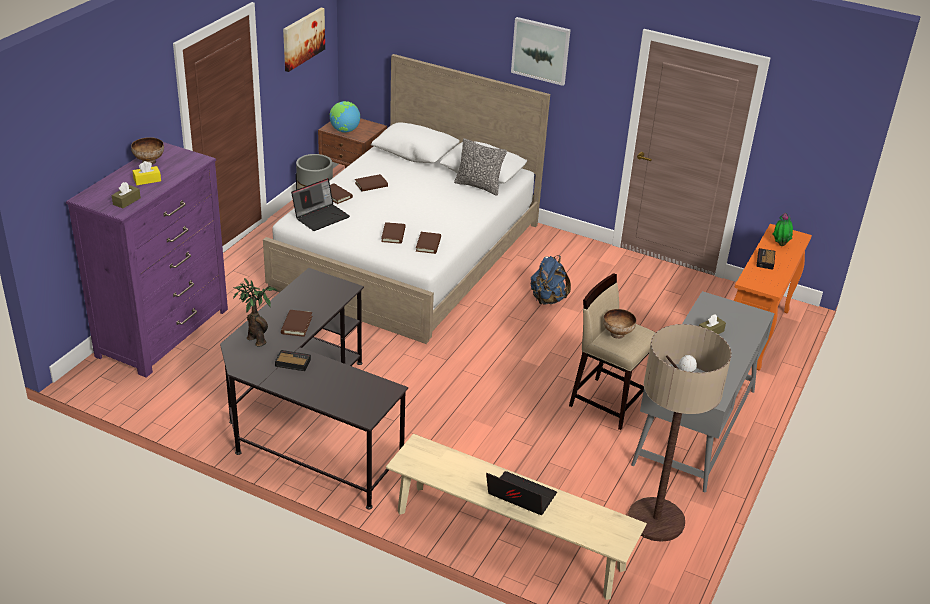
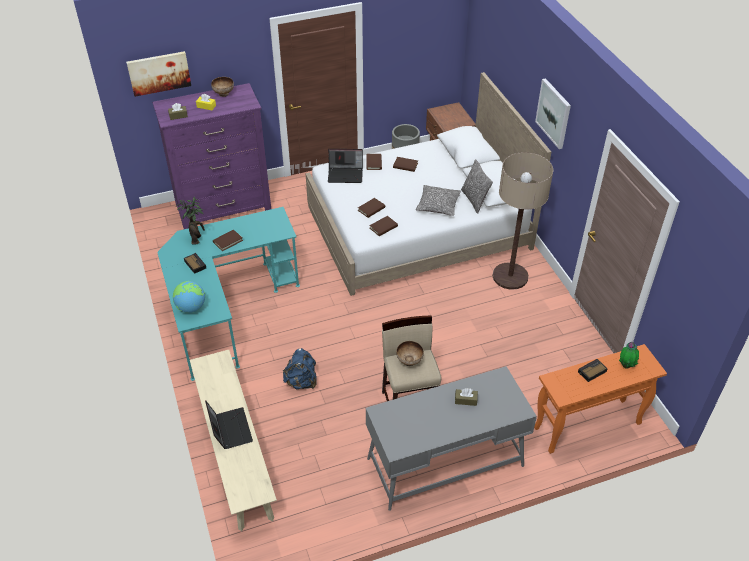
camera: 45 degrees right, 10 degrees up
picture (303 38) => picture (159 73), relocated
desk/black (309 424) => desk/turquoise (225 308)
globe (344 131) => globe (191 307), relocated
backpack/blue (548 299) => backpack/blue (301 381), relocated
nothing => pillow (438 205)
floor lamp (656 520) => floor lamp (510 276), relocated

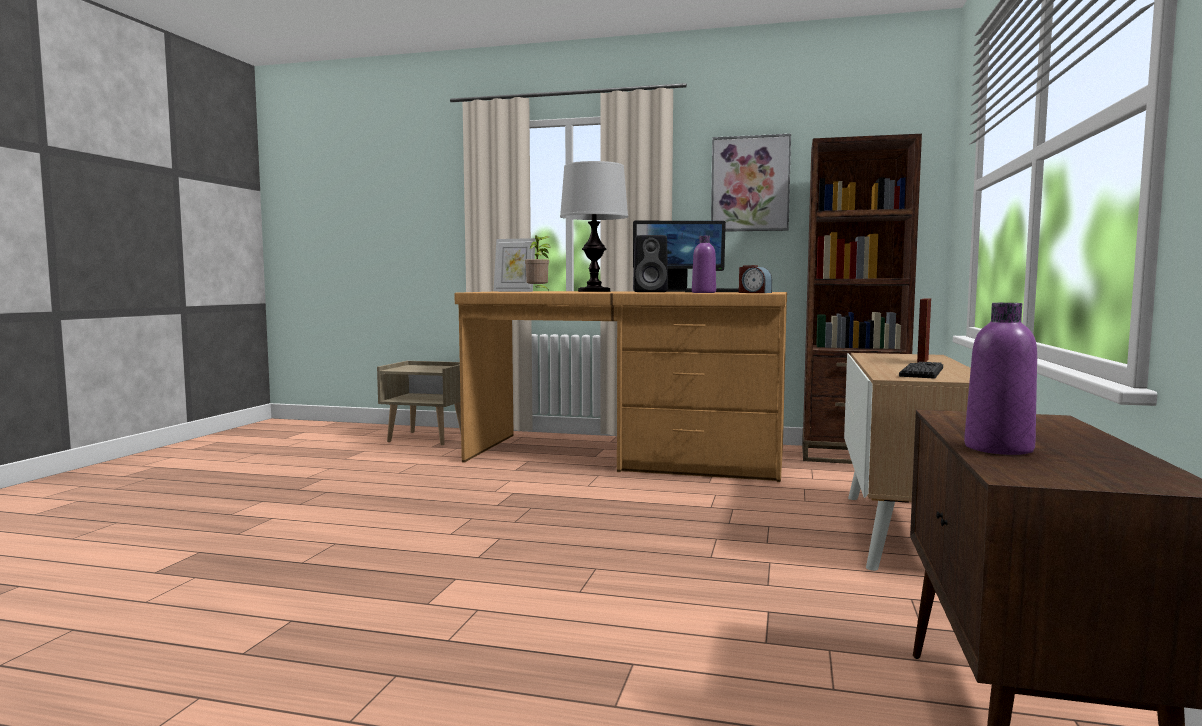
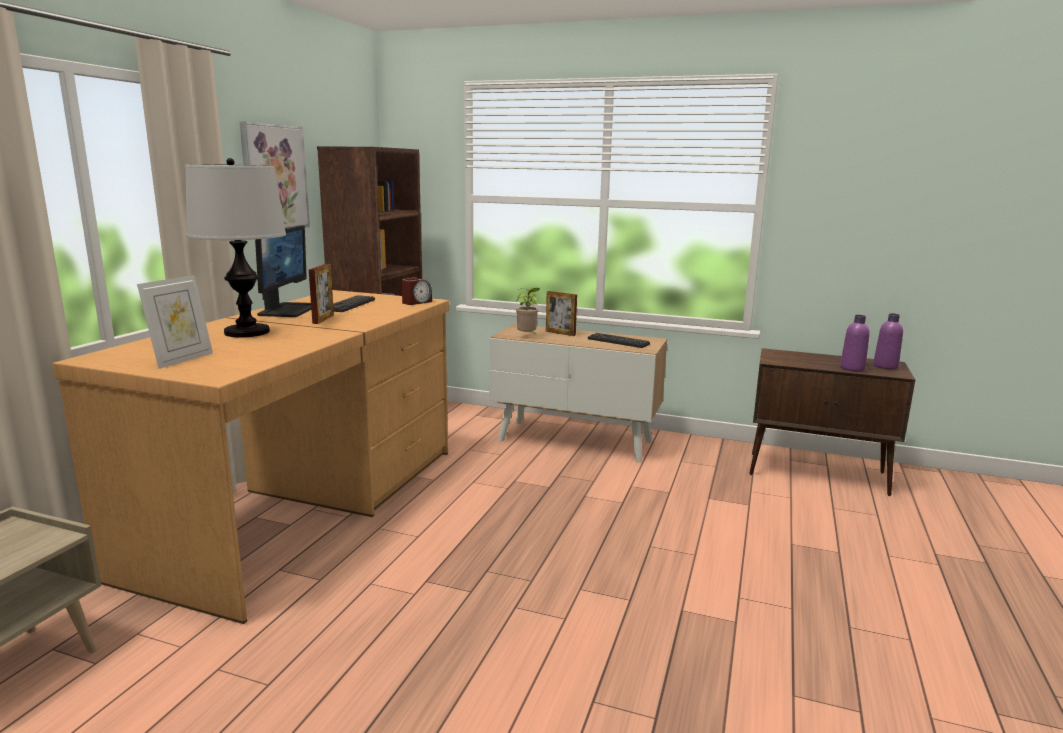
camera: 85 degrees left, 10 degrees up
speaker/black (651 292) => picture frame (323 319)
potted plant (538 292) => potted plant (527 337), relocated
bottle/purple (703 292) => bottle/purple (885 366), relocated

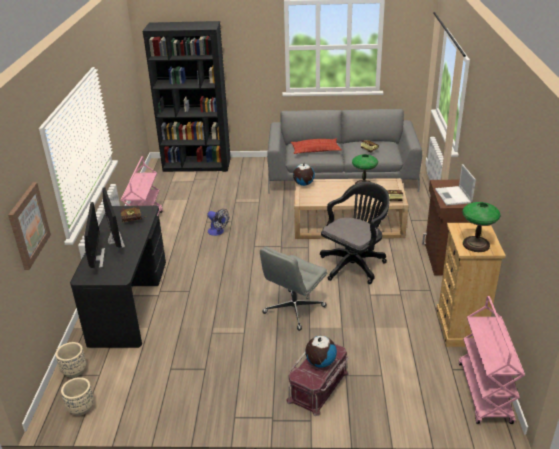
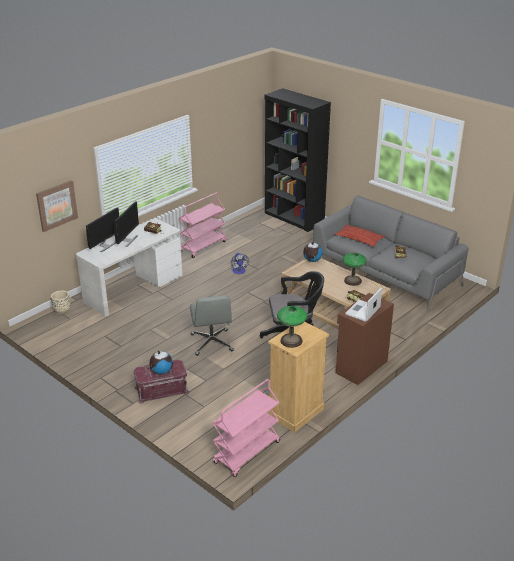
camera: 40 degrees right, 0 degrees up
desk/black (129 301) => desk/white (133 288)
office chair/grey (294 310) => office chair/grey (212 343), 90 degrees counterclockwise
planter/beige (81 408) => nothing

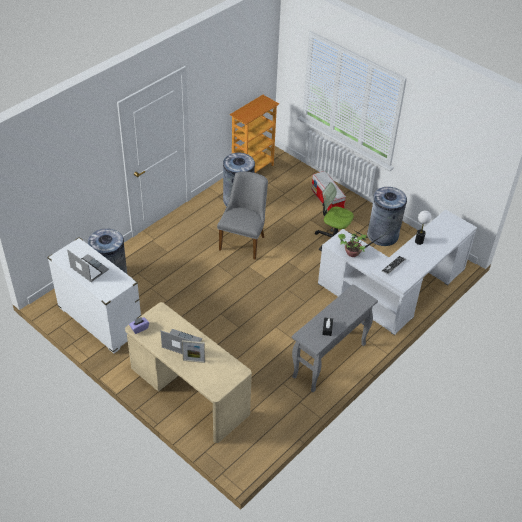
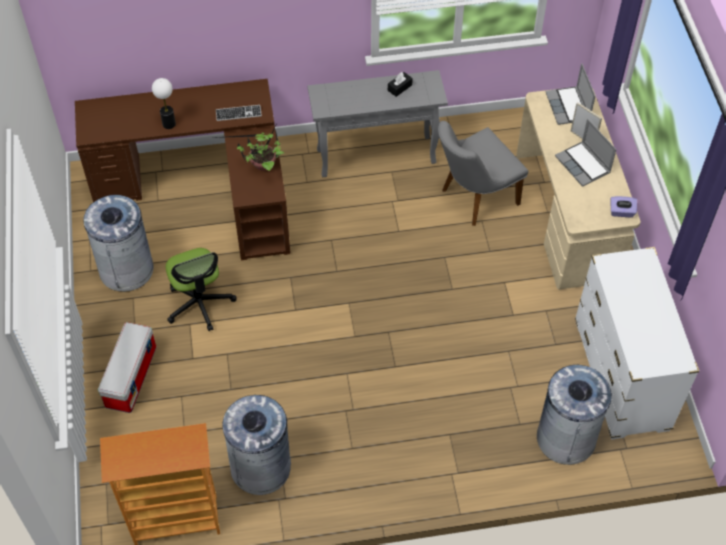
camera: 140 degrees left, 10 degrees up
desk/white (395 291) => desk/brown (207 186)
chair/grey (244 240) => chair/grey (473 198), relocated
laptop (88 269) => laptop (568 107), relocated

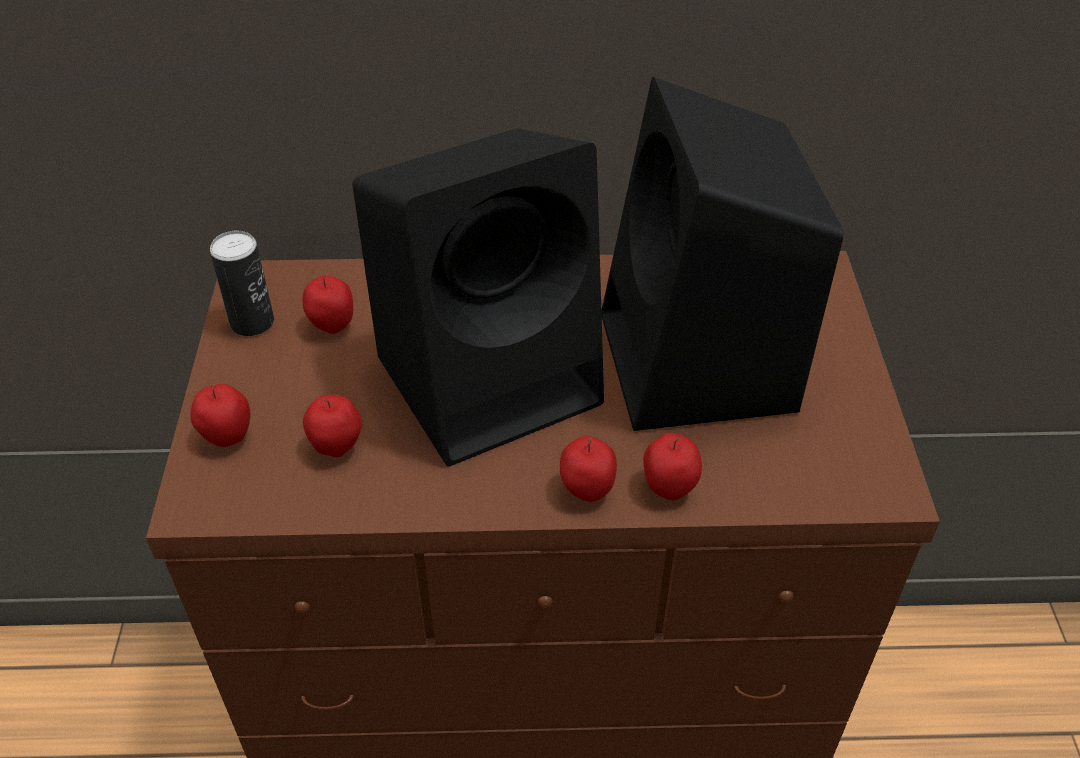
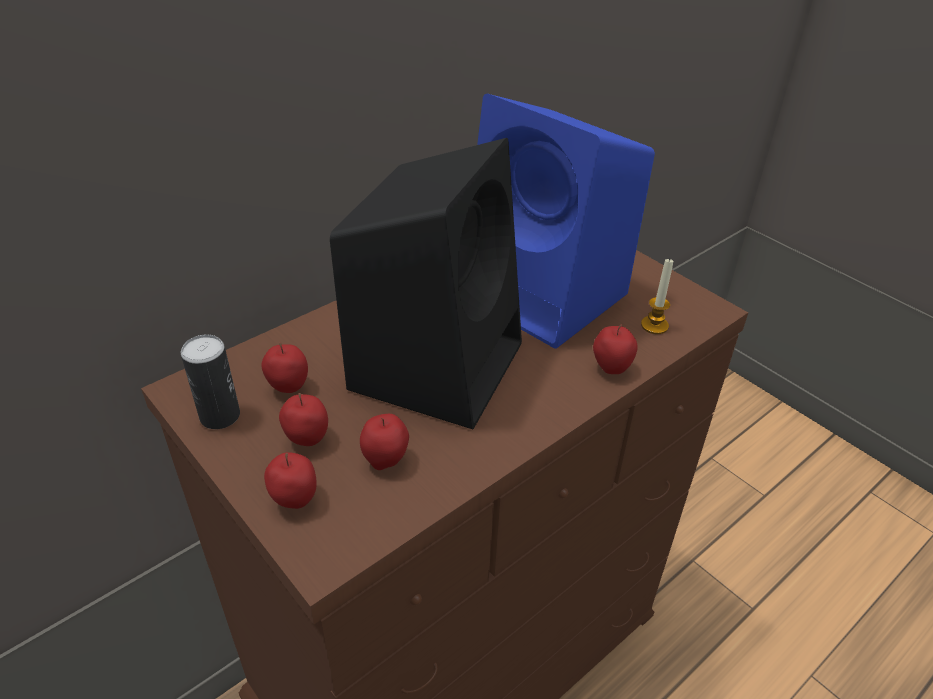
camera: 40 degrees left, 5 degrees down
apple (587 492) => apple (307 440), relocated
speaker/black (699 365) => speaker/blue (548 296)
nothing => candle (654 325)

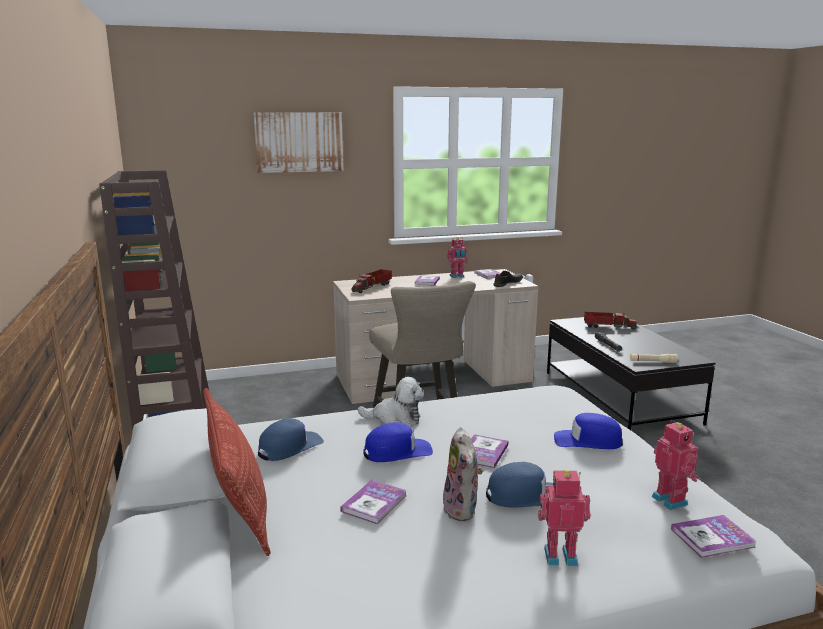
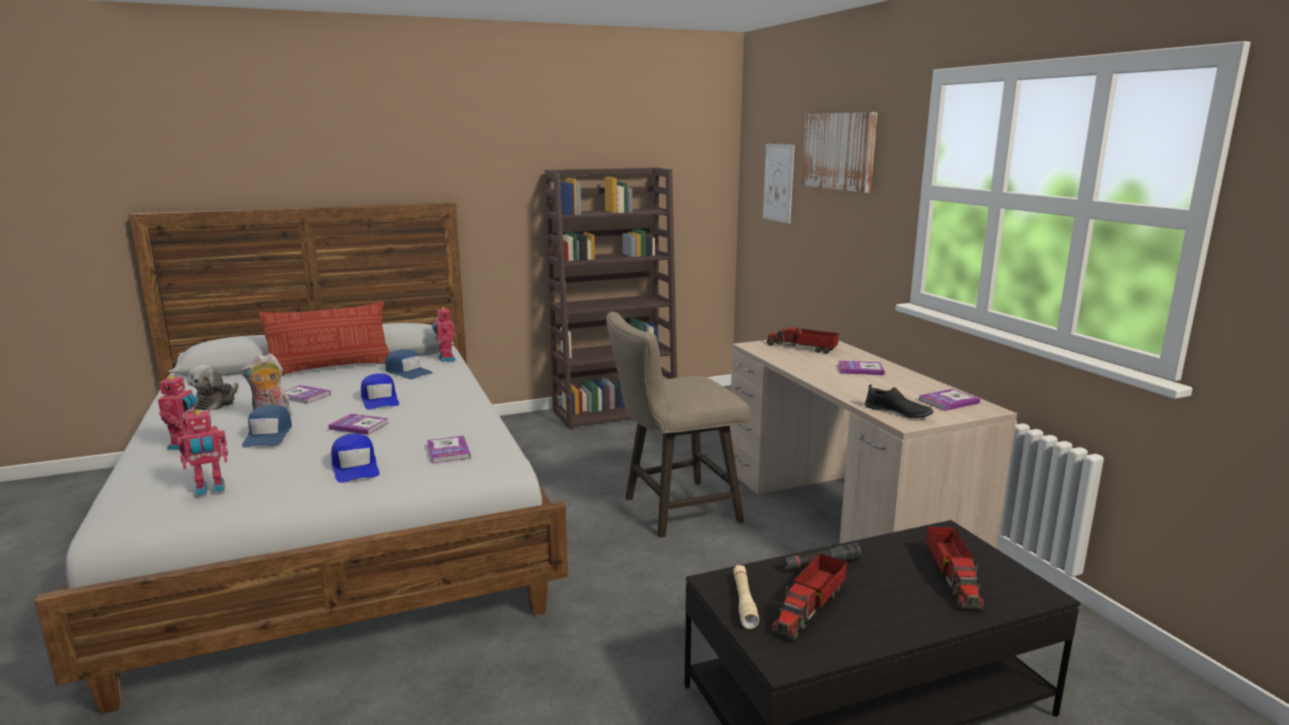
camera: 85 degrees right, 0 degrees up
plush toy (395 419) => plush toy (217 402), relocated
cap/blue (587 441) => cap/blue (355 467), 150 degrees clockwise
book (712 538) => book (448 451), relocated
toy robot (457 276) => toy robot (445 359), relocated
nothing => picture (778 183)
nothing => toy truck (809 608)

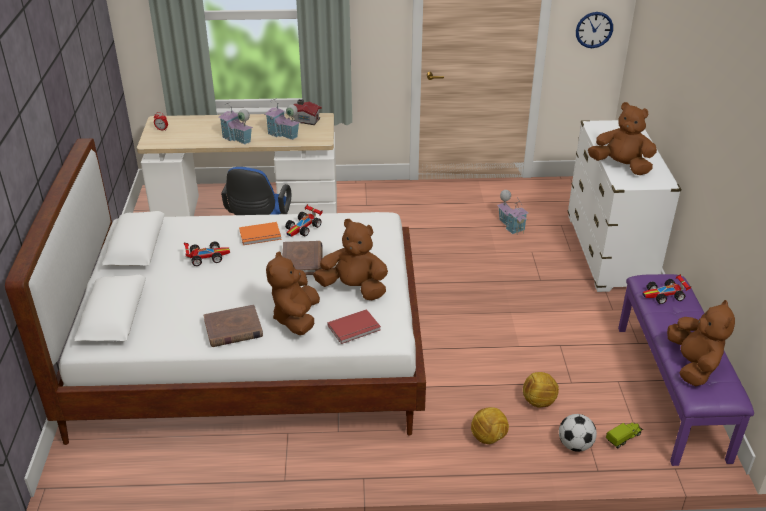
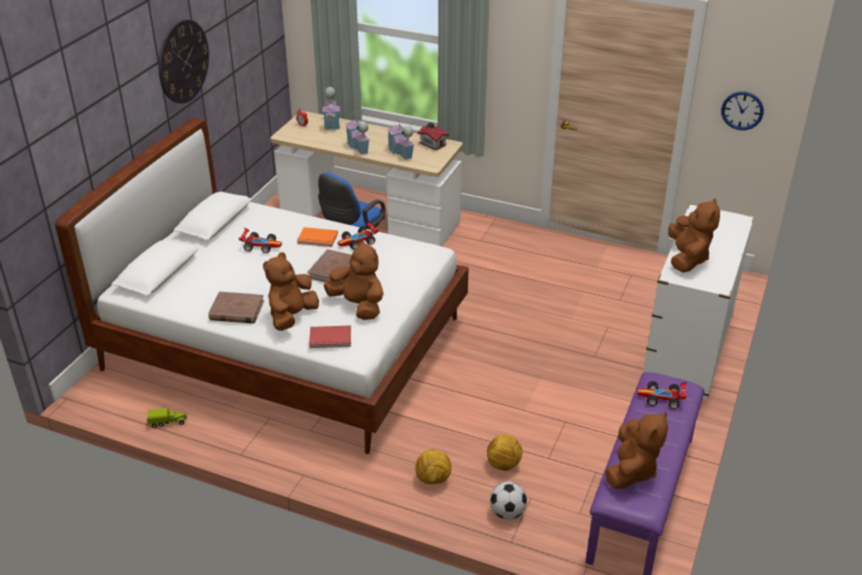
camera: 25 degrees right, 0 degrees up
toy truck (624 438) => toy truck (168 422), relocated
nothing => wall clock (183 61)
toy house (511 225) => toy house (332 123), relocated
plush toy/brown (621 166) => plush toy/brown (687 258), 45 degrees clockwise

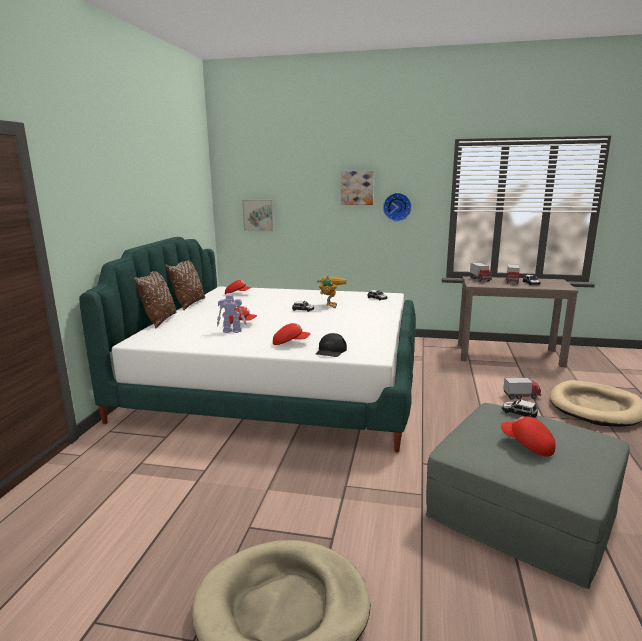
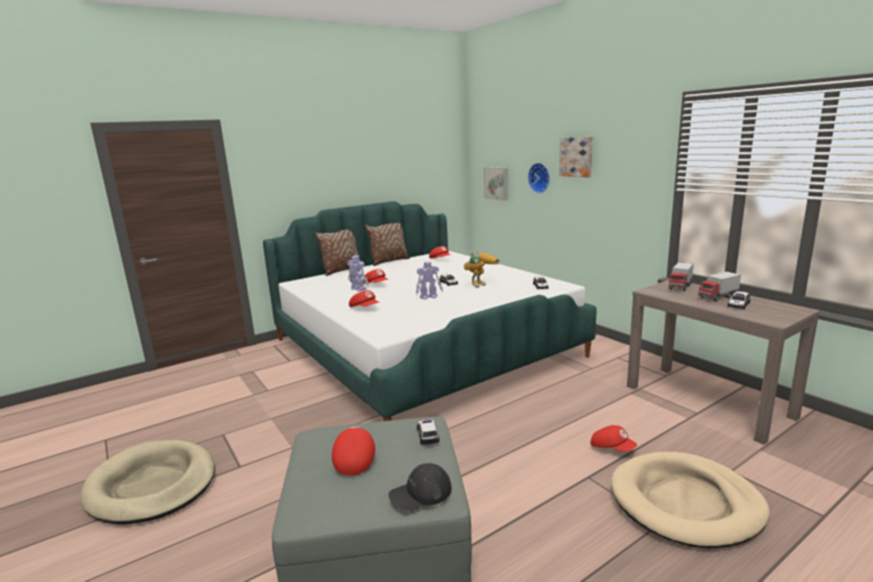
camera: 45 degrees right, 0 degrees up
cap/black (331 351) => cap/black (420 493), relocated
nothing => toy robot (429 297)
wall clock (397 207) => wall clock (540 177), relocated
toy truck (521 396) => cap/red (612 448)

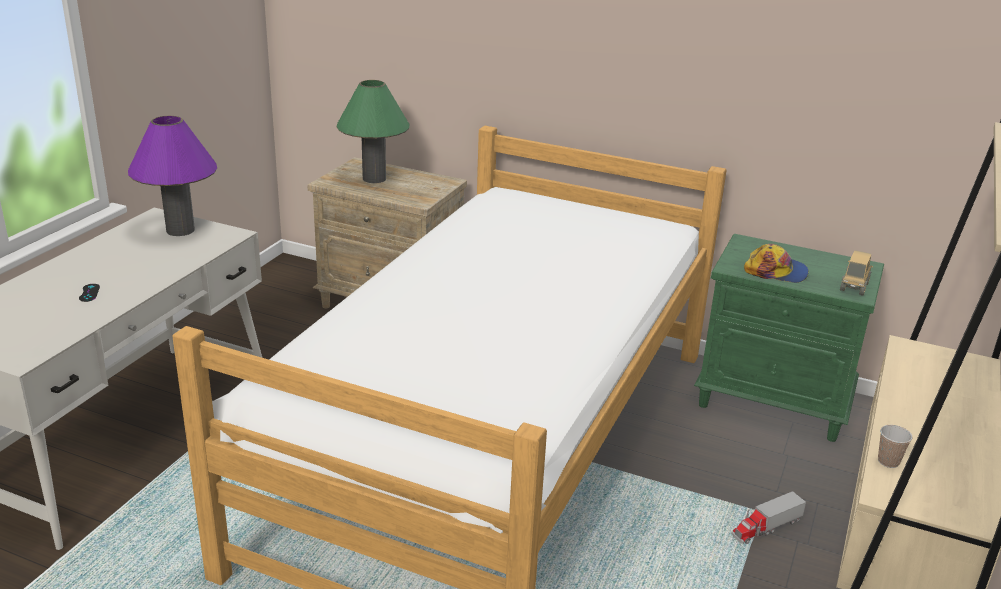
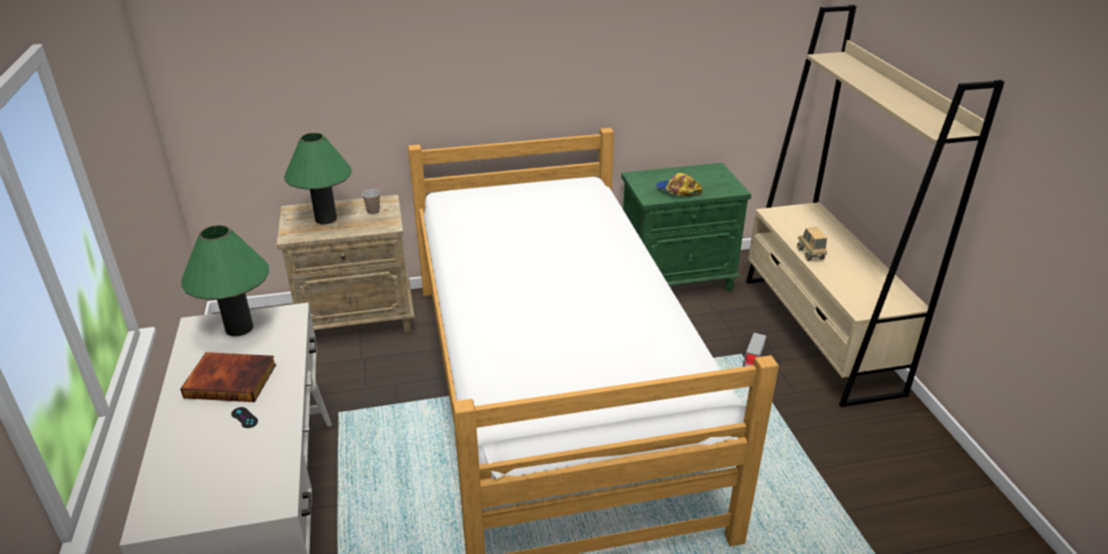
camera: 35 degrees left, 5 degrees up
nothing => book (232 380)
table lamp/purple (180 230) => table lamp/green (239 328)
cup (888 462) => cup (373 211), relocated
cap (776 271) => cap (677 191), 120 degrees counterclockwise
toy truck (853 287) => toy truck (810 254), relocated

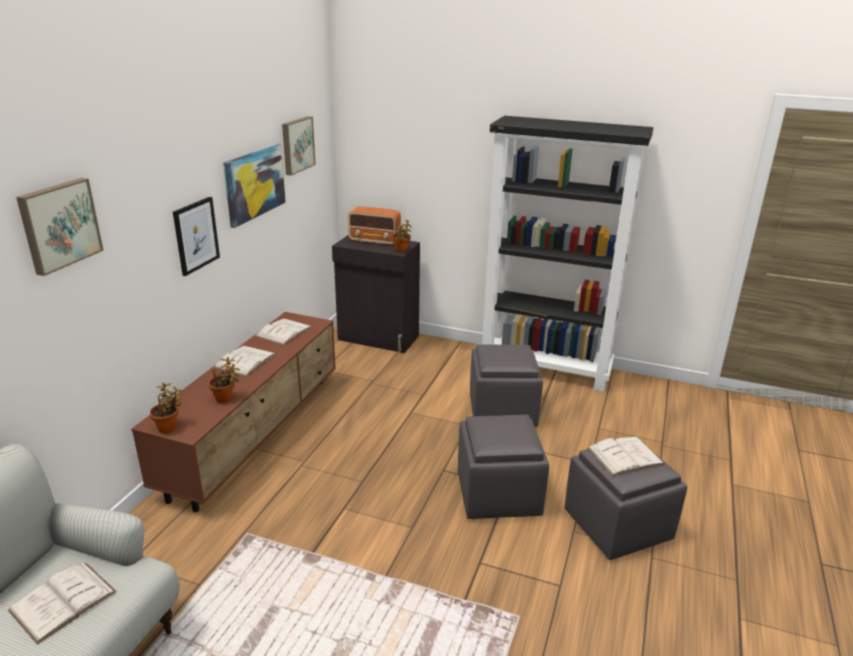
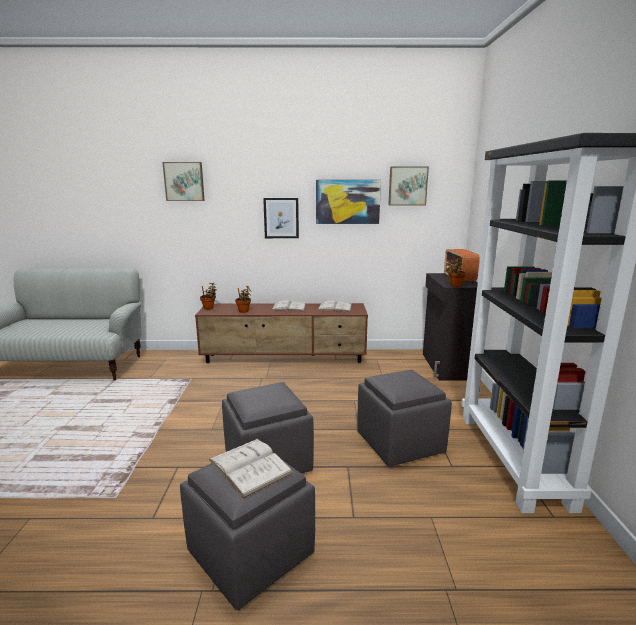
camera: 70 degrees right, 10 degrees down
book/white (63 601) => nothing

